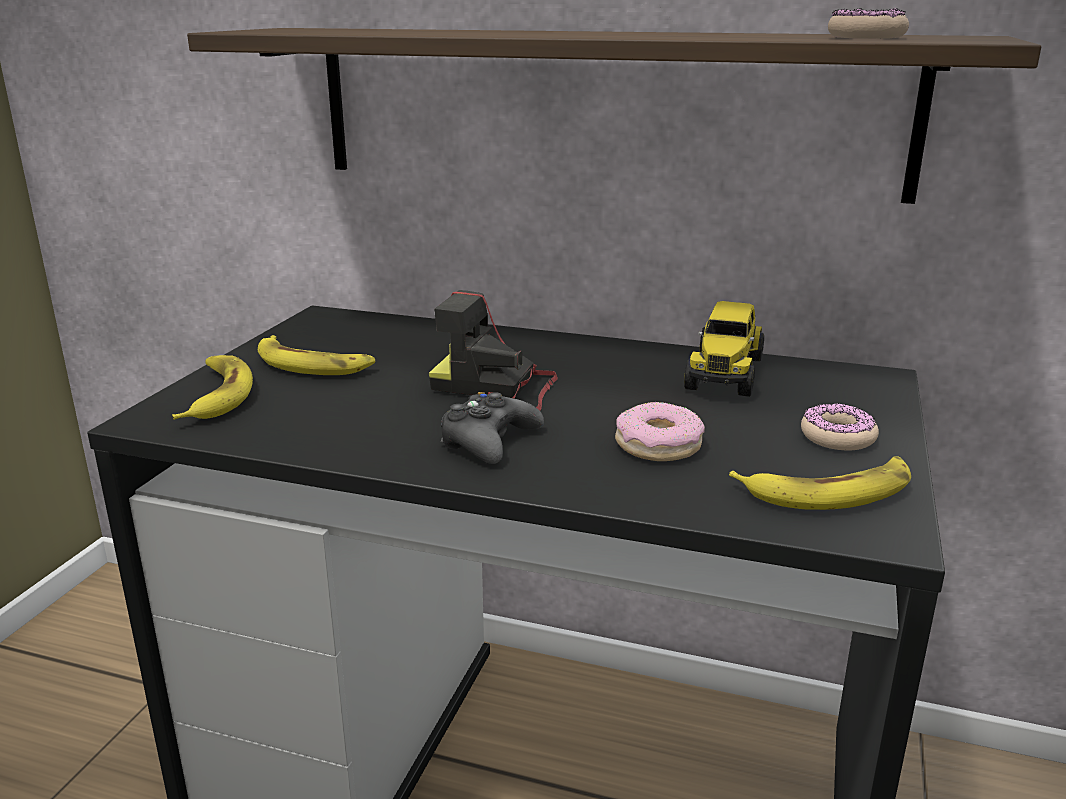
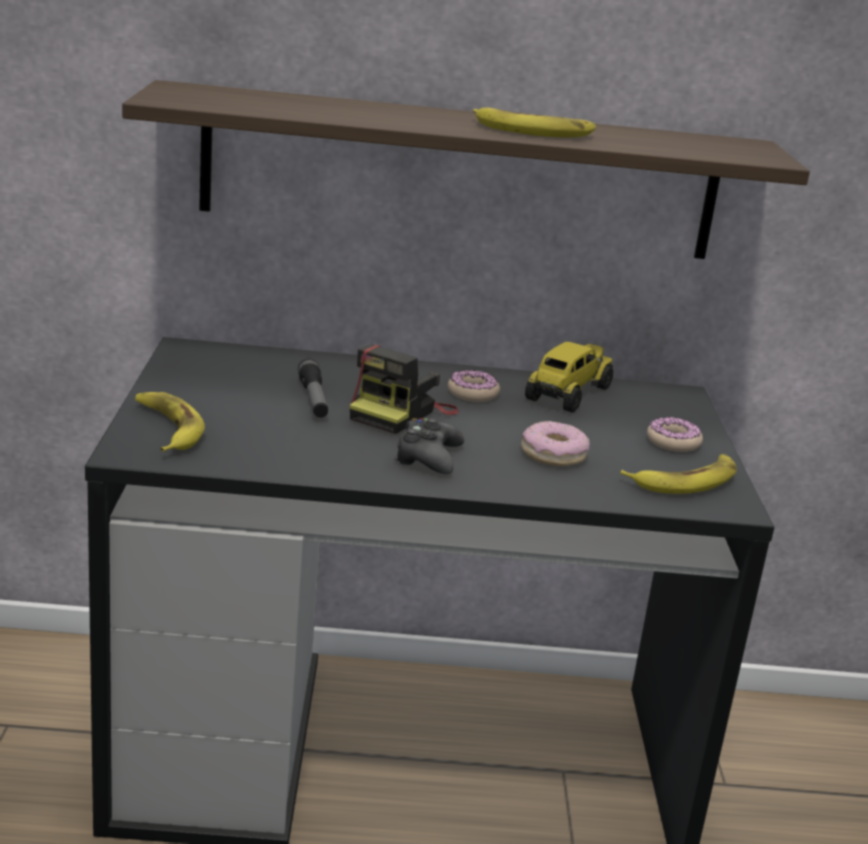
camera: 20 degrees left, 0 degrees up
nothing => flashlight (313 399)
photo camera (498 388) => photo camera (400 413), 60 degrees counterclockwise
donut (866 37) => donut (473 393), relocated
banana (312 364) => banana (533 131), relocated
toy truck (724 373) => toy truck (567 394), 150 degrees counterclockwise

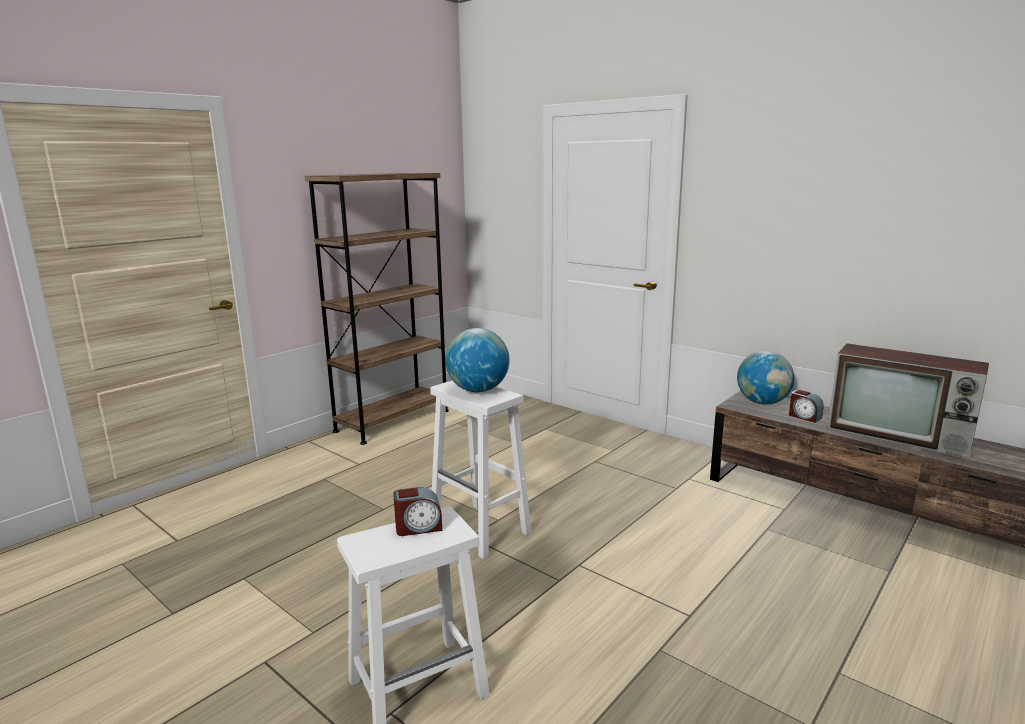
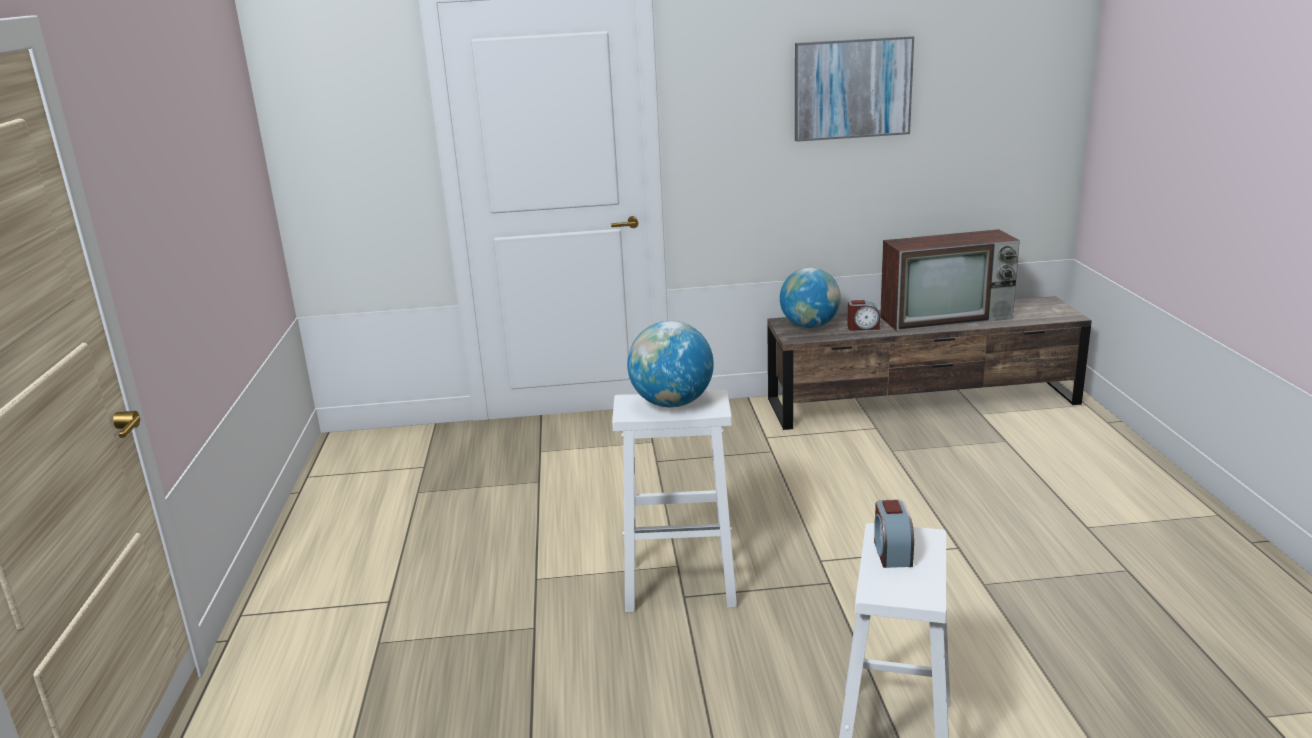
camera: 45 degrees left, 5 degrees up
nothing => picture (852 88)
alarm clock (418 527) => alarm clock (892 552), 150 degrees clockwise
bookcase/brown (392 421) => nothing

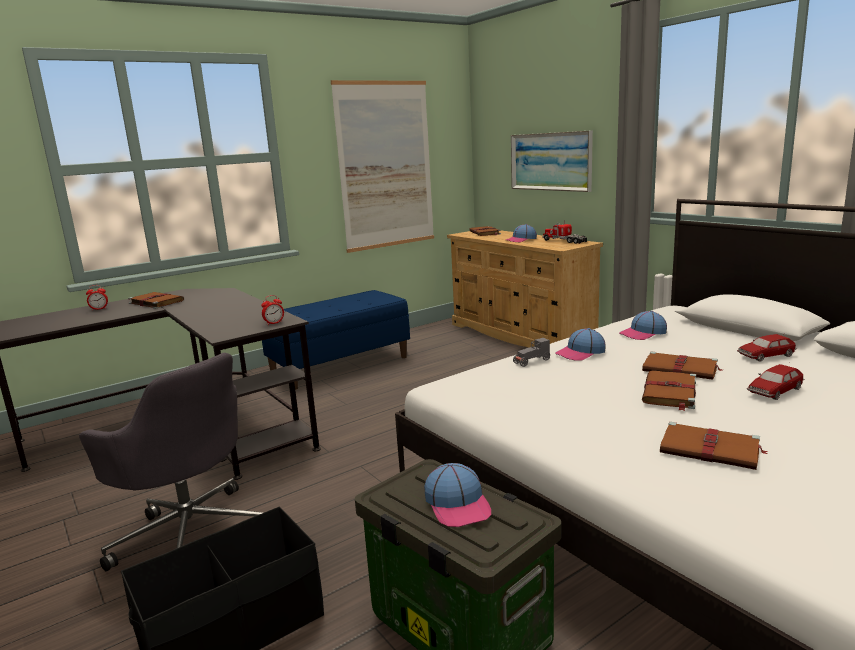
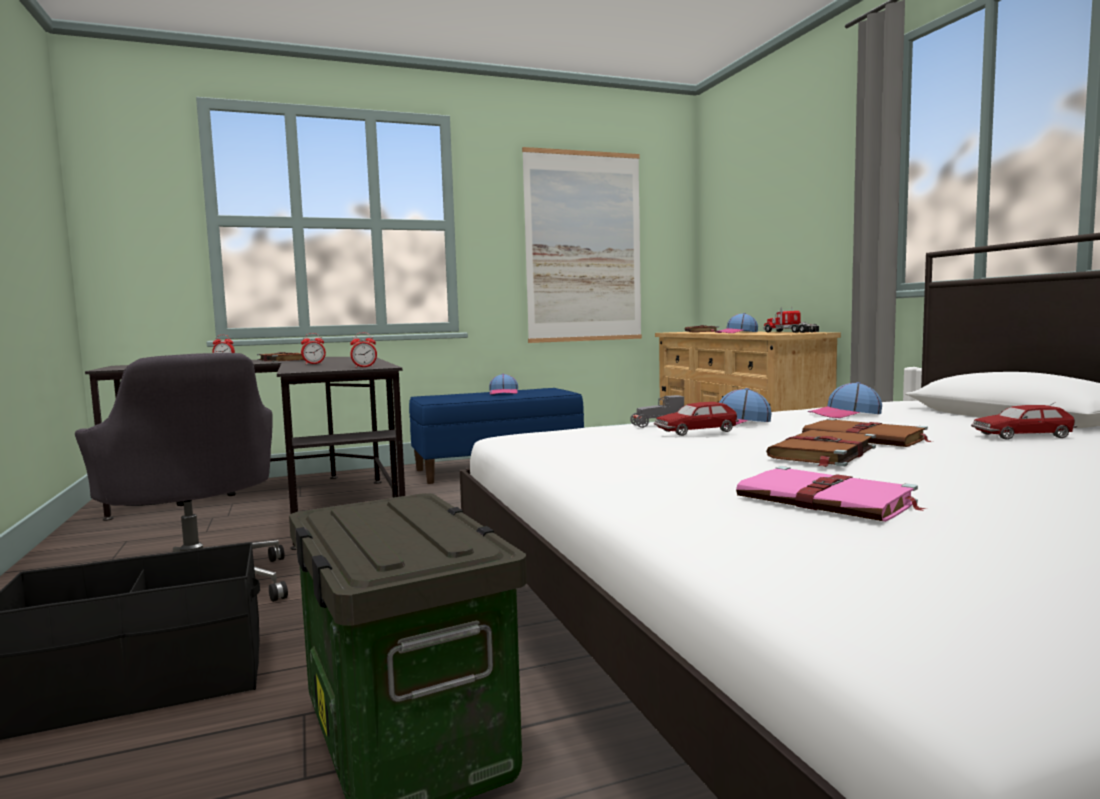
camera: 15 degrees right, 10 degrees down
nothing => alarm clock (314 364)
cap (458 504) => cap (504 392), relocated
toy car (774 391) => toy car (696 431), relocated
book/brown (711 450) => book/pink (828 501)
picture (550 161) => nothing

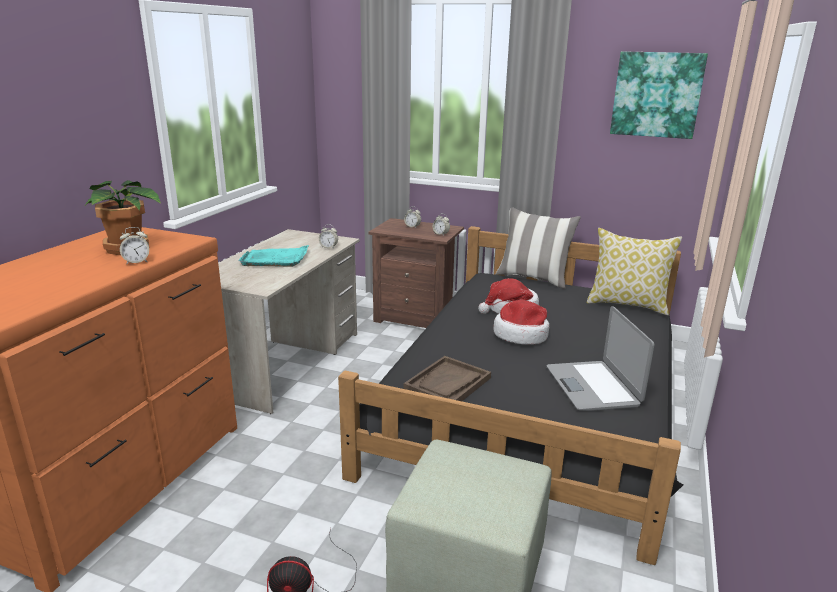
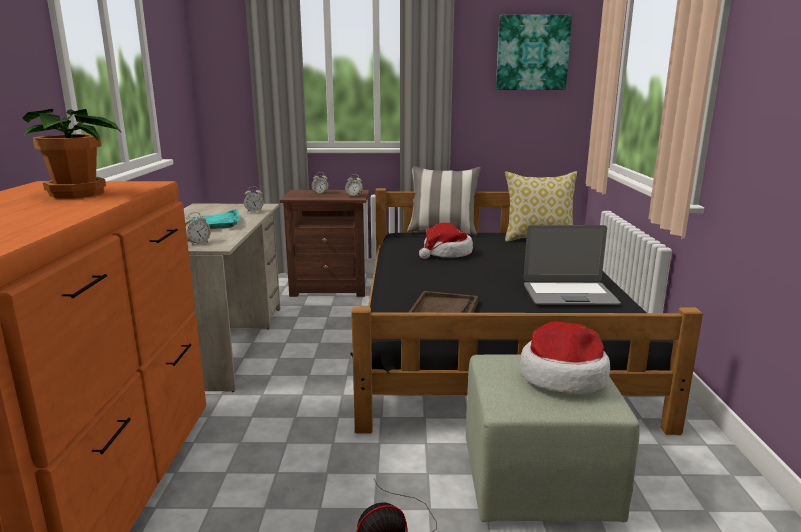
camera: 20 degrees left, 5 degrees down
alarm clock (137 262) => alarm clock (198 243), relocated
hat (521 335) => hat (562 376), relocated
laptop (593 386) => laptop (569 295), 60 degrees counterclockwise

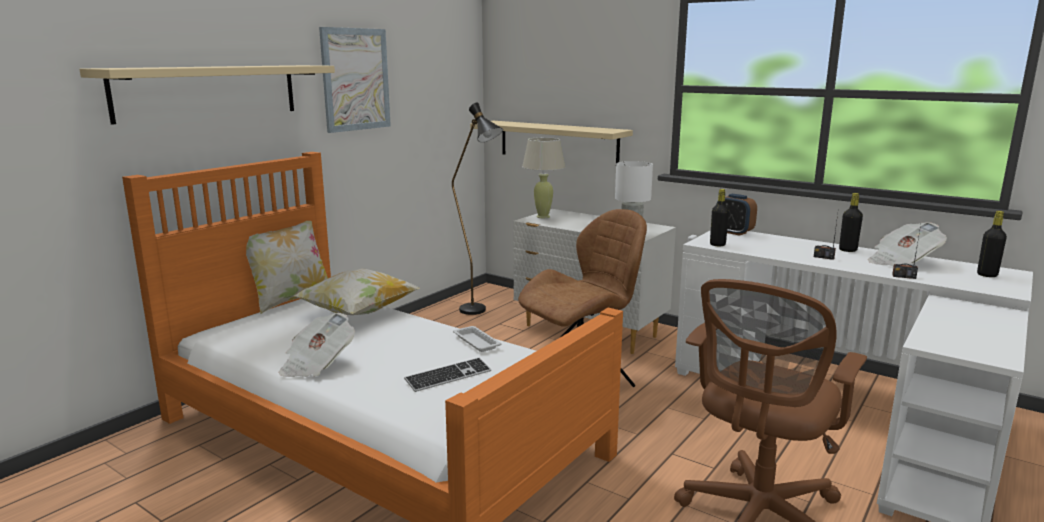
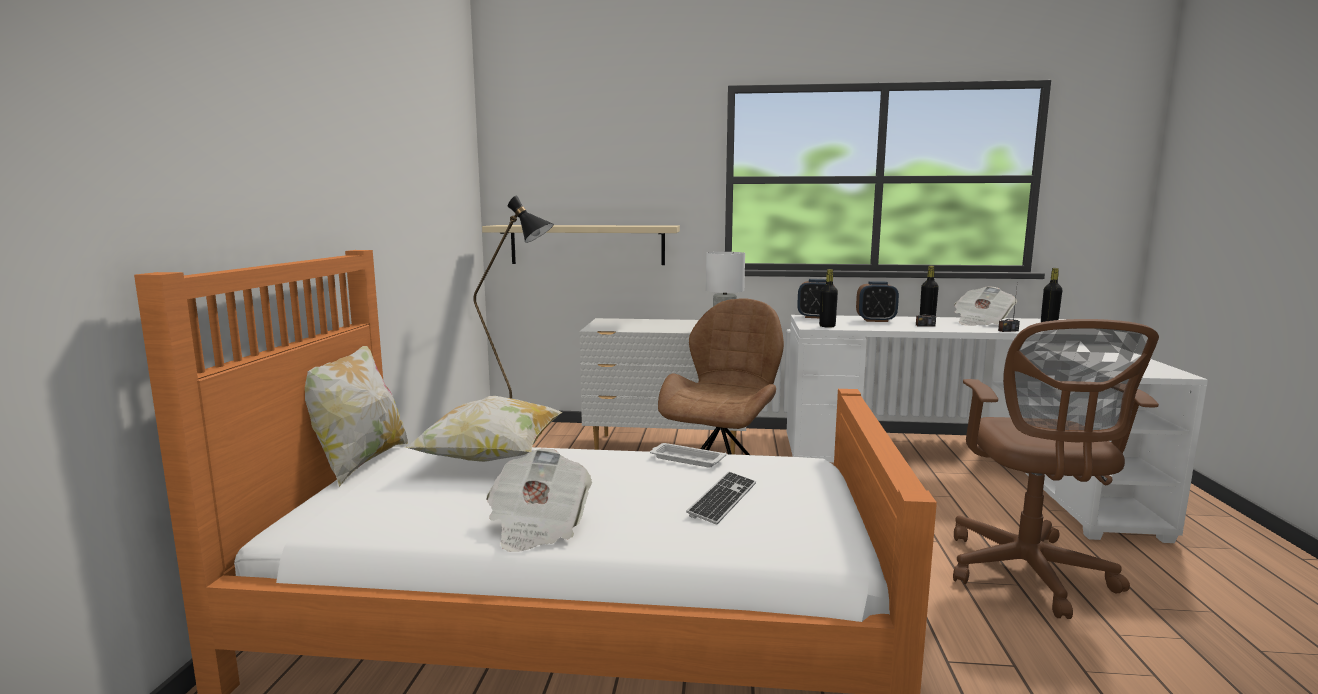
camera: 30 degrees left, 5 degrees down
nothing => alarm clock (876 320)
shelf/beige (208 92) => nothing
picture (355 79) => nothing
table lamp/beige (543 216) => nothing

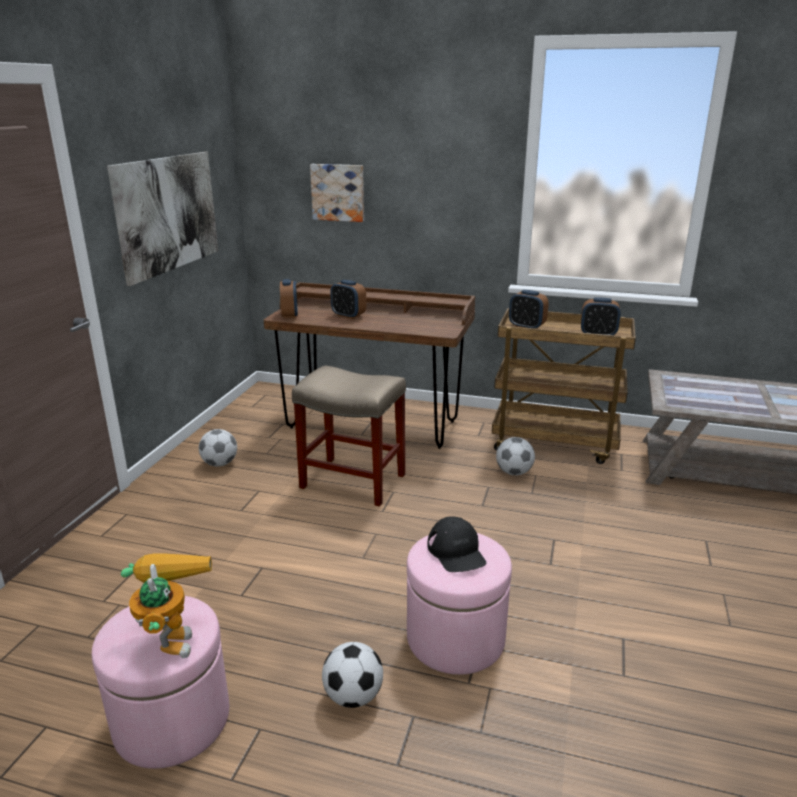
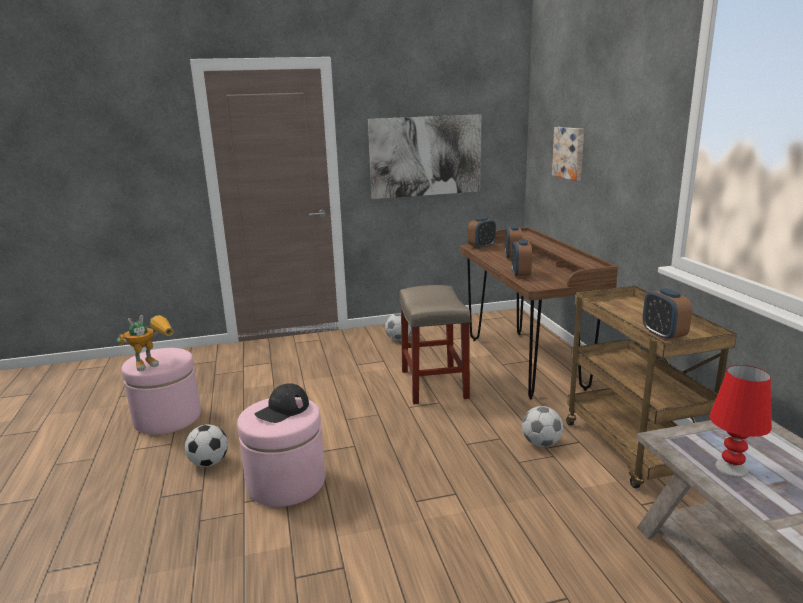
camera: 60 degrees right, 5 degrees down
alarm clock (526 327) => alarm clock (520 274), relocated
nothing => table lamp/red (731 468)

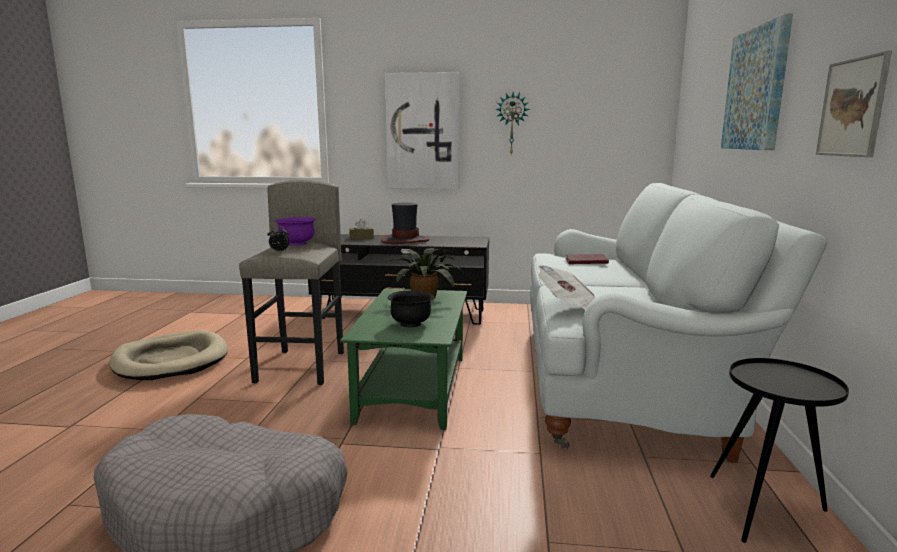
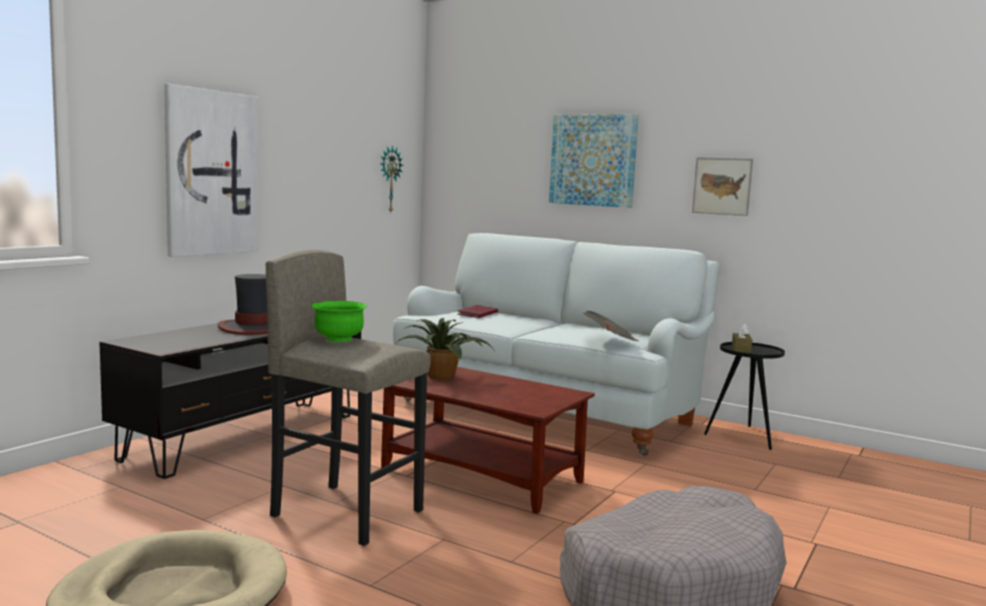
camera: 65 degrees left, 5 degrees down
bowl/purple (297 244) => bowl/green (338 339)
wall clock (512 123) => wall clock (389 179), relocated
coffee table/green (414 388) => coffee table/brown (483 475)
tissue box/brown (361 238) => tissue box/brown (741 349), relocated
alarm clock (279 252) => nothing
bowl/black (411 324) => nothing

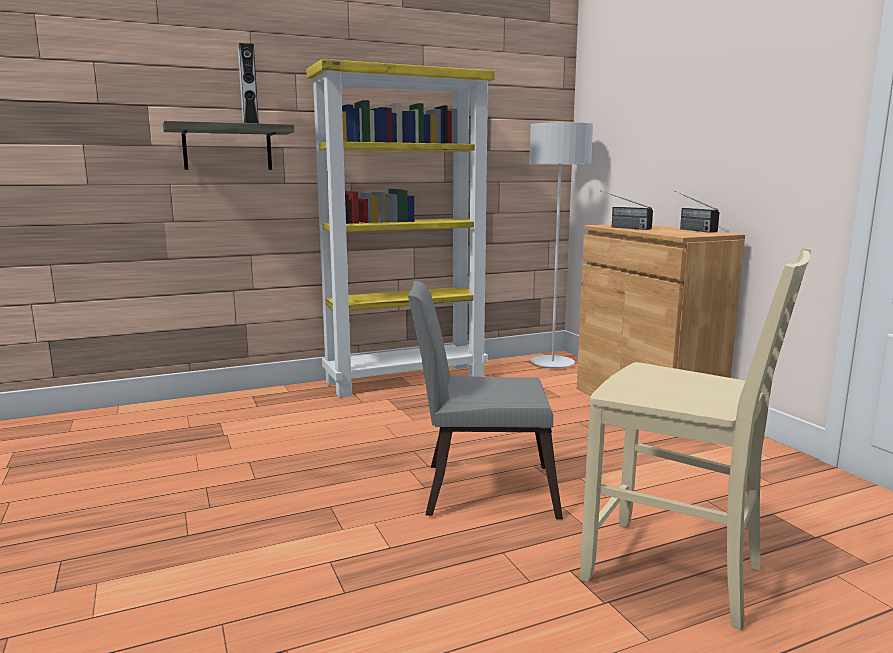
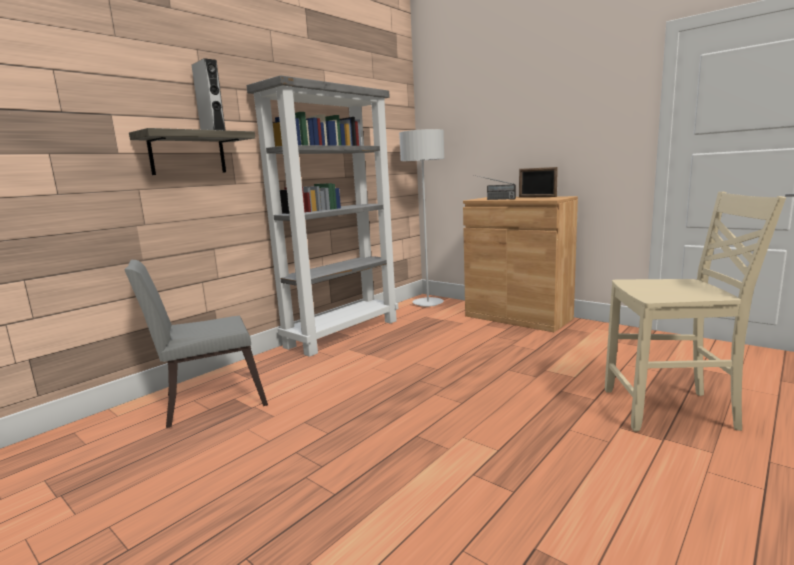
camera: 25 degrees left, 0 degrees up
chair/grey (479 489) => chair/grey (207 401), relocated
bookcase/yellow (406 379) => bookcase/grey (343 333)
radio (689 229) => picture frame (537 197)

